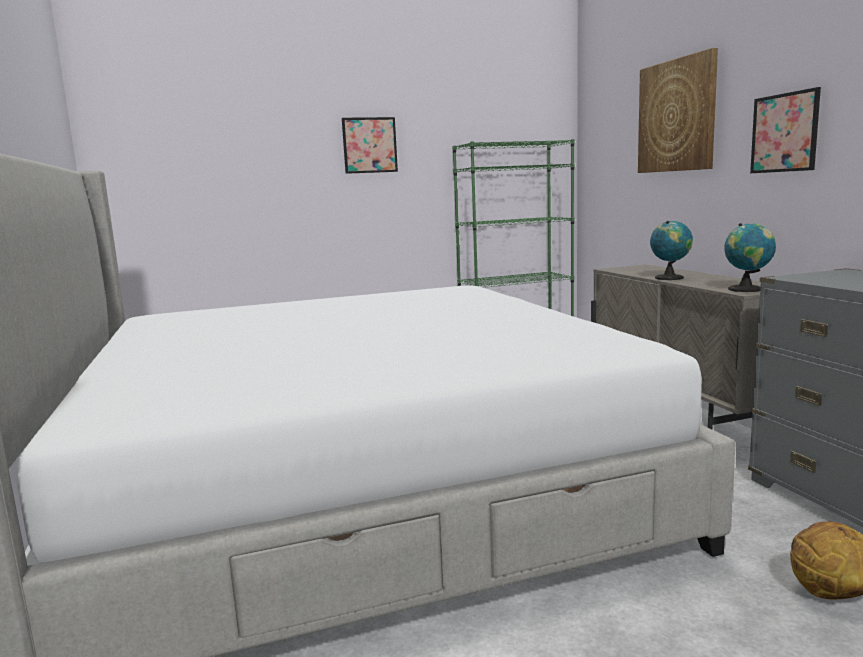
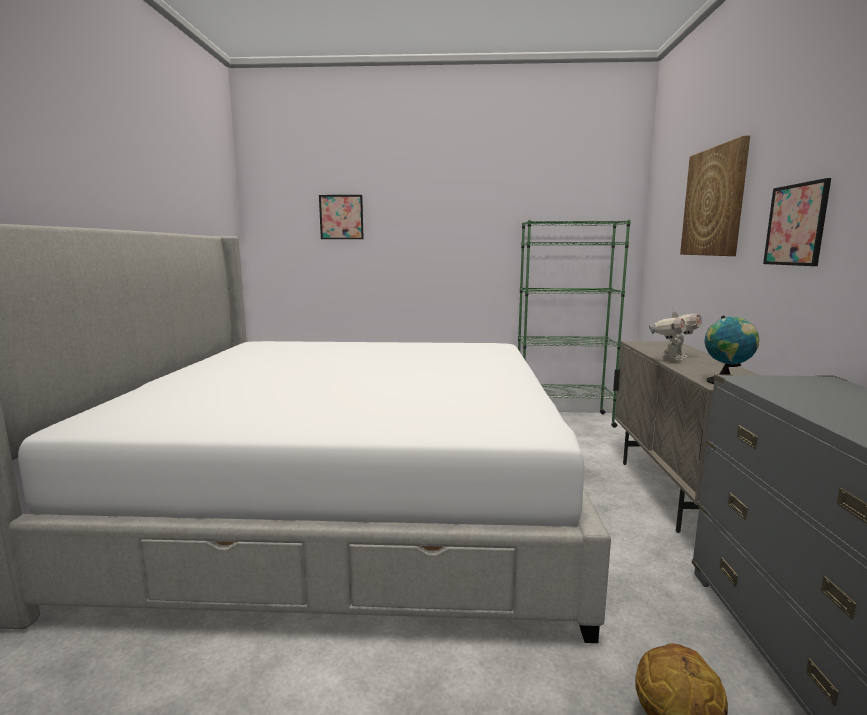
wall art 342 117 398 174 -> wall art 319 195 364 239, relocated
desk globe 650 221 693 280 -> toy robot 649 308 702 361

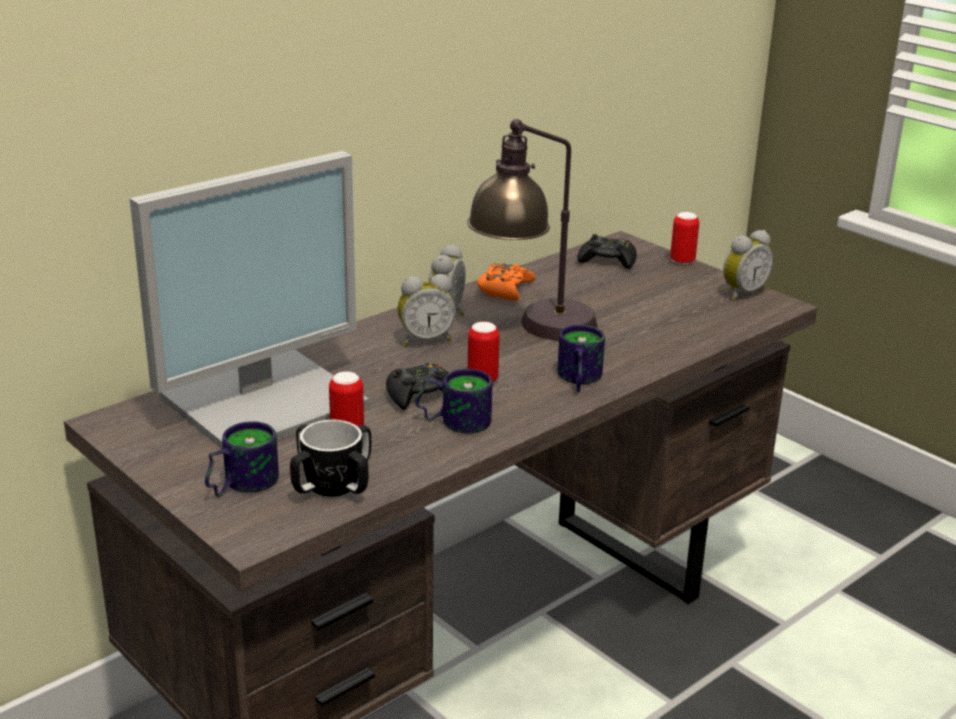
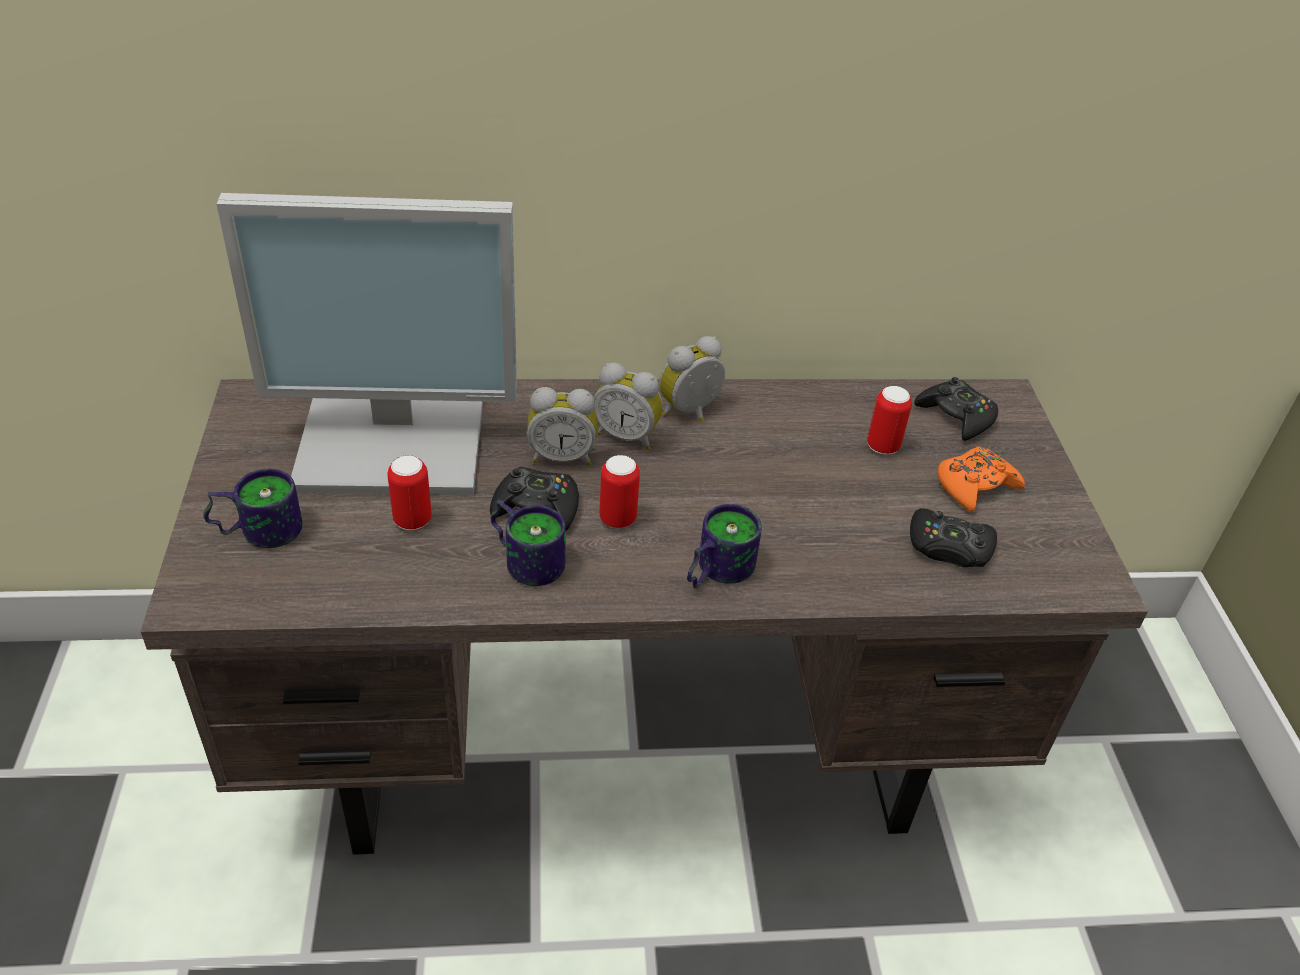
mug 290 420 371 497 -> none
tabletop lamp 467 119 597 340 -> none
game controller (orange) 477 263 535 301 -> game controller (orange) 938 446 1025 512, relocated
sealed can 670 212 699 265 -> sealed can 867 386 912 455, relocated
table clock 723 230 773 301 -> table clock 527 387 597 466, relocated
none -> game controller (black) 910 508 997 567

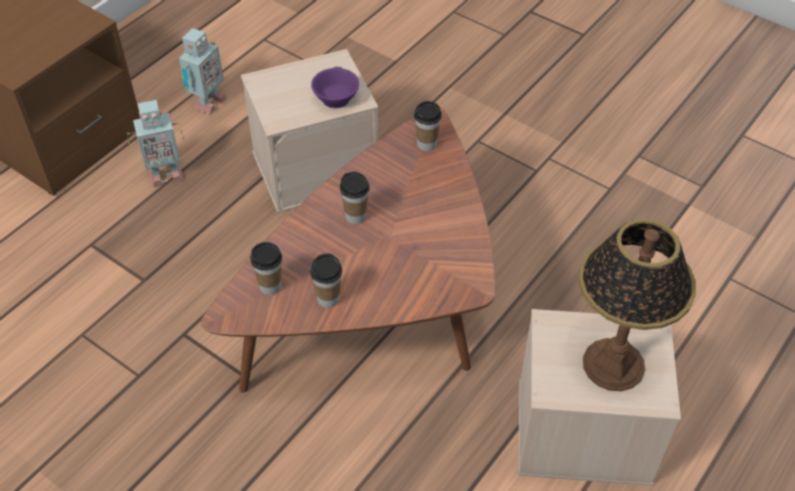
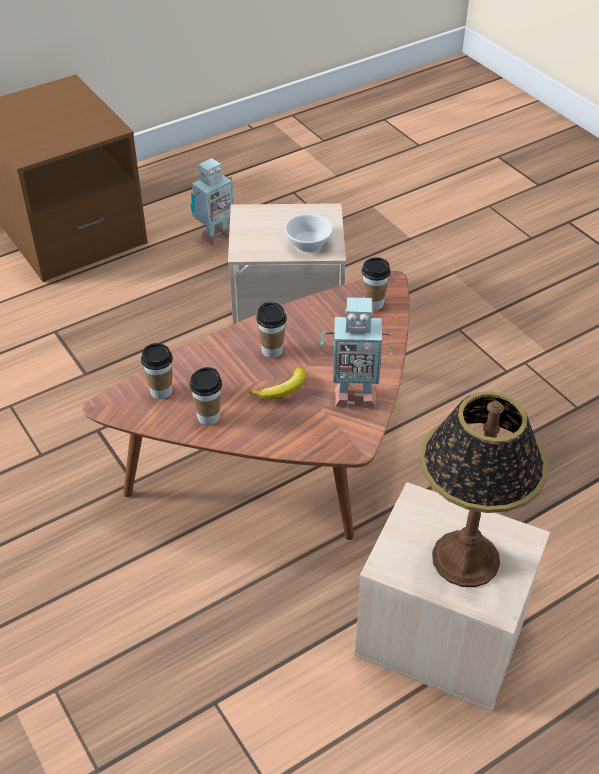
toy robot 126 100 184 187 -> toy robot 320 297 392 408, relocated
cup (purple-coloured) 311 67 359 108 -> cup (white-coloured) 285 214 333 253
none -> banana fruit 249 368 306 400

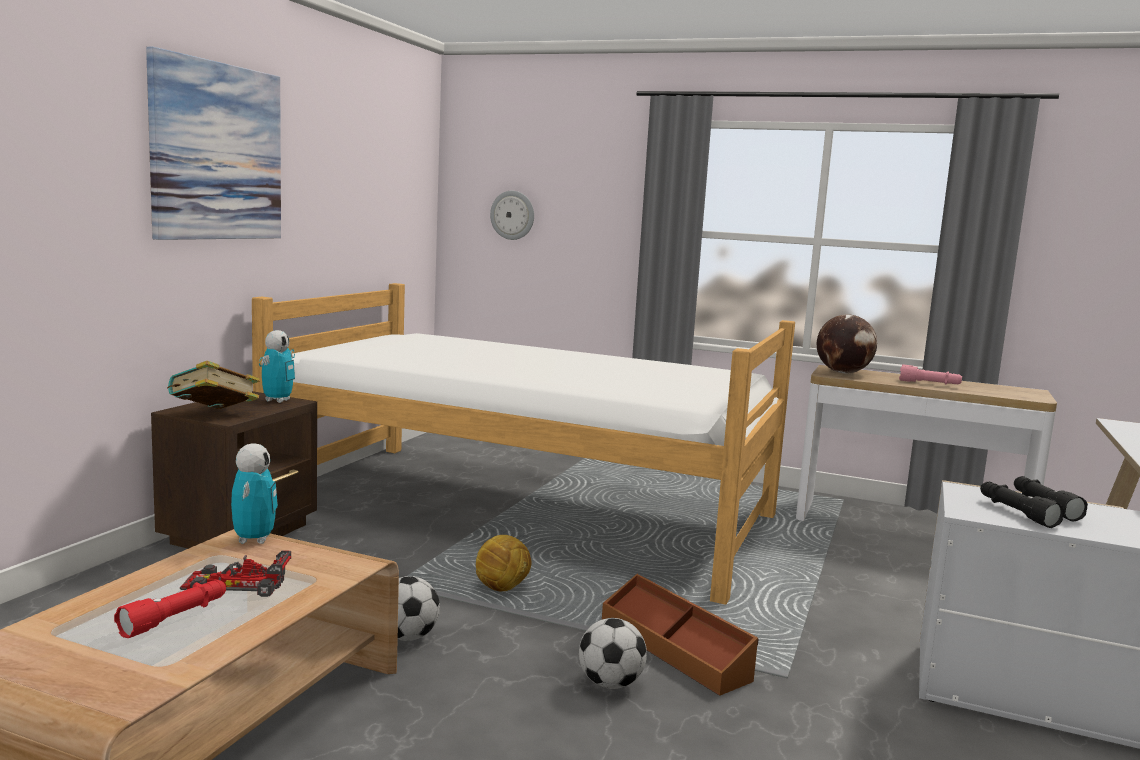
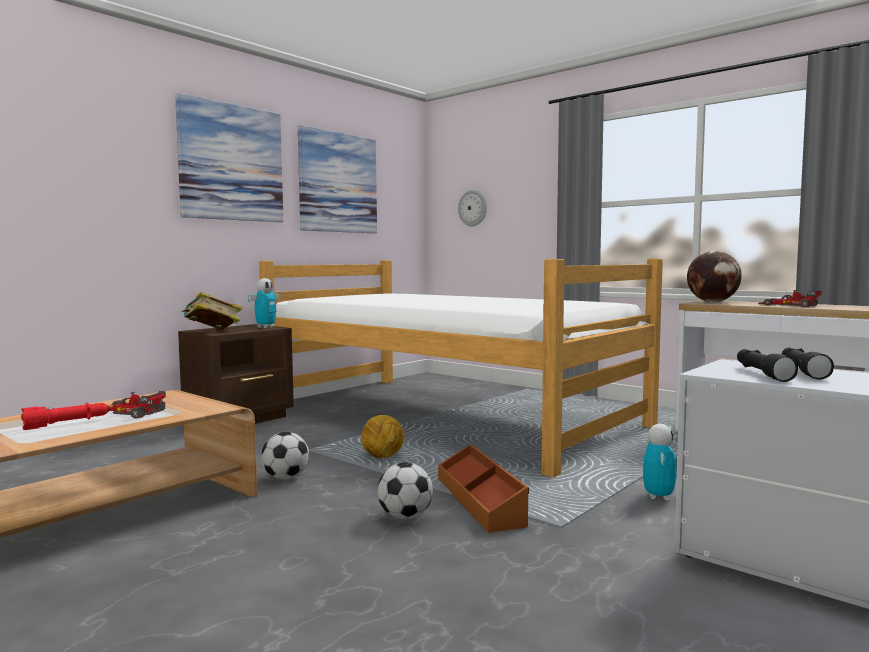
toy robot 231 443 278 544 -> toy robot 643 424 677 500, relocated
hand torch (pink) 899 364 962 385 -> model car 758 290 822 307
none -> wall art 298 125 377 233

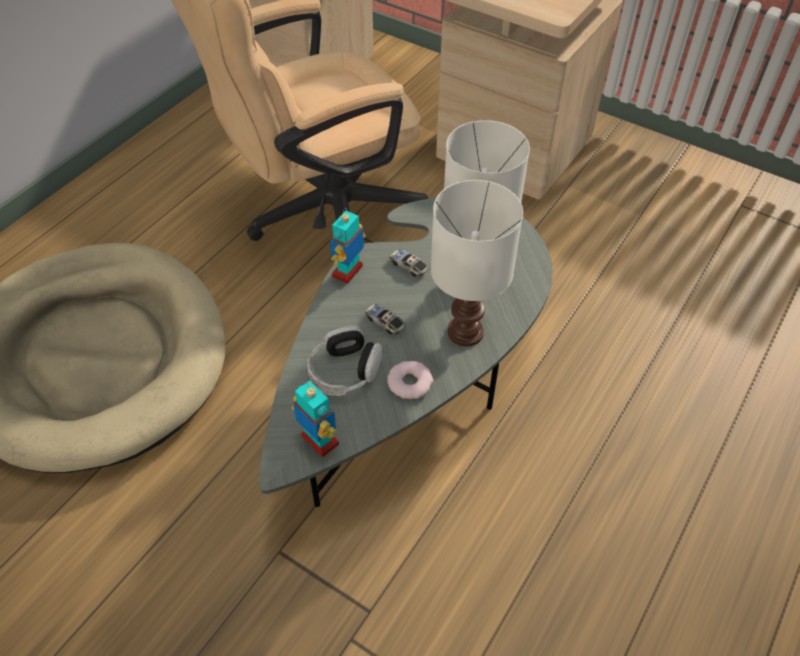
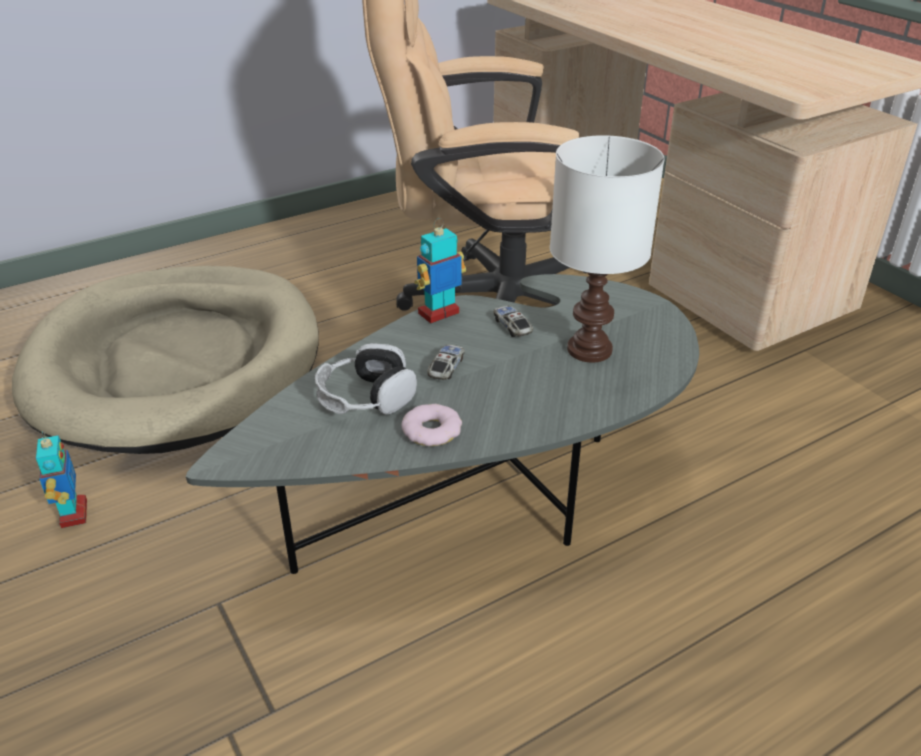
toy robot 292 381 339 457 -> toy robot 36 431 87 528, relocated
model car 365 304 406 334 -> model car 427 345 465 380, 45 degrees clockwise
tabletop lamp (white-coloured) 431 180 523 346 -> none

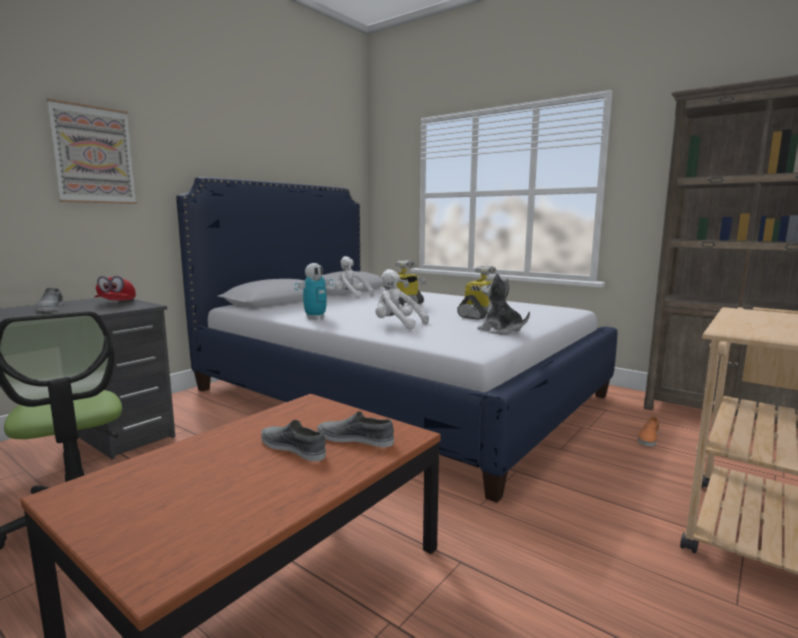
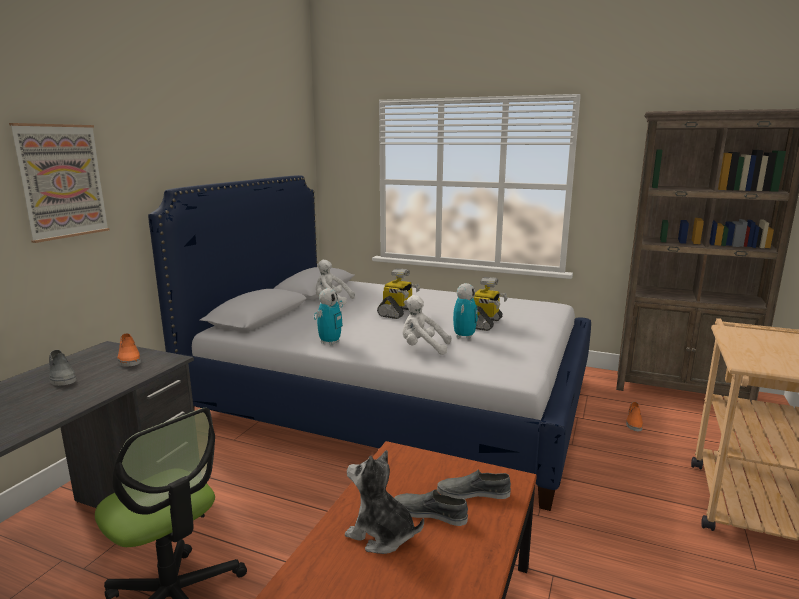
peaked cap (reddish) 94 276 136 300 -> low shoe (orange) 117 333 141 366
cuddly toy 477 273 530 334 -> cuddly toy 345 450 424 554, relocated
none -> toy robot 453 283 478 340

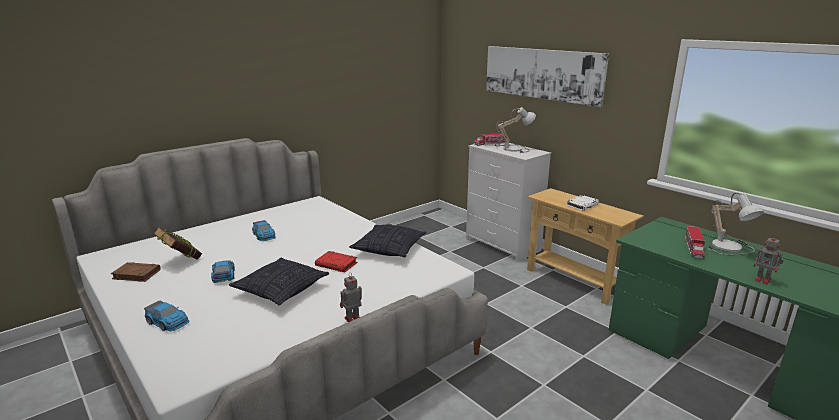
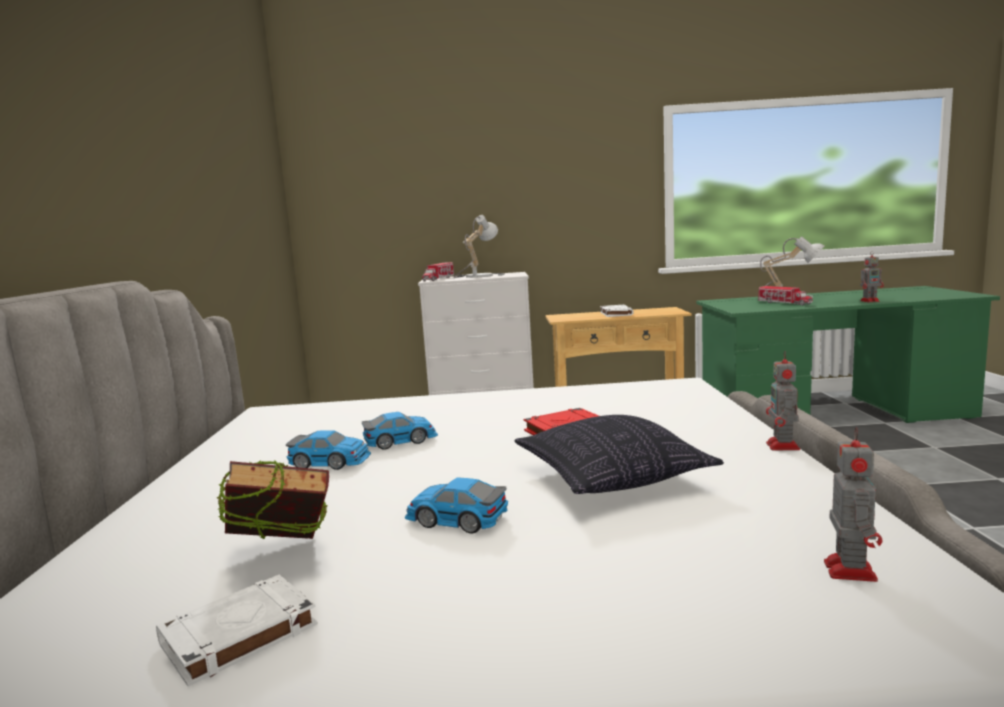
book (brown) 111 262 161 282 -> book (white-coloured) 156 575 318 687
model car 144 301 190 332 -> model car 362 412 438 450, relocated
pillow 349 225 426 257 -> none
wall art 486 46 609 107 -> none
none -> toy robot 824 427 882 582

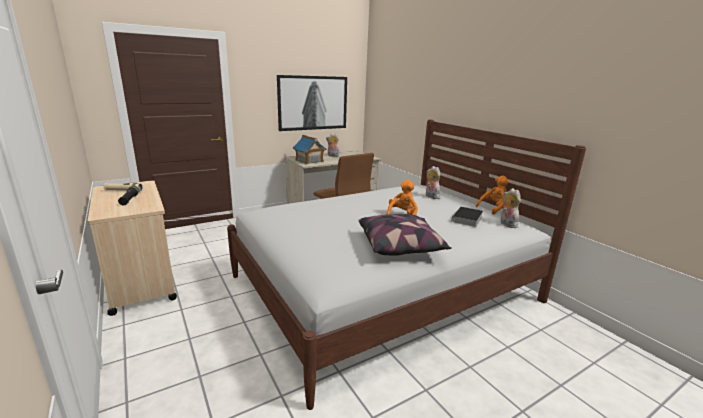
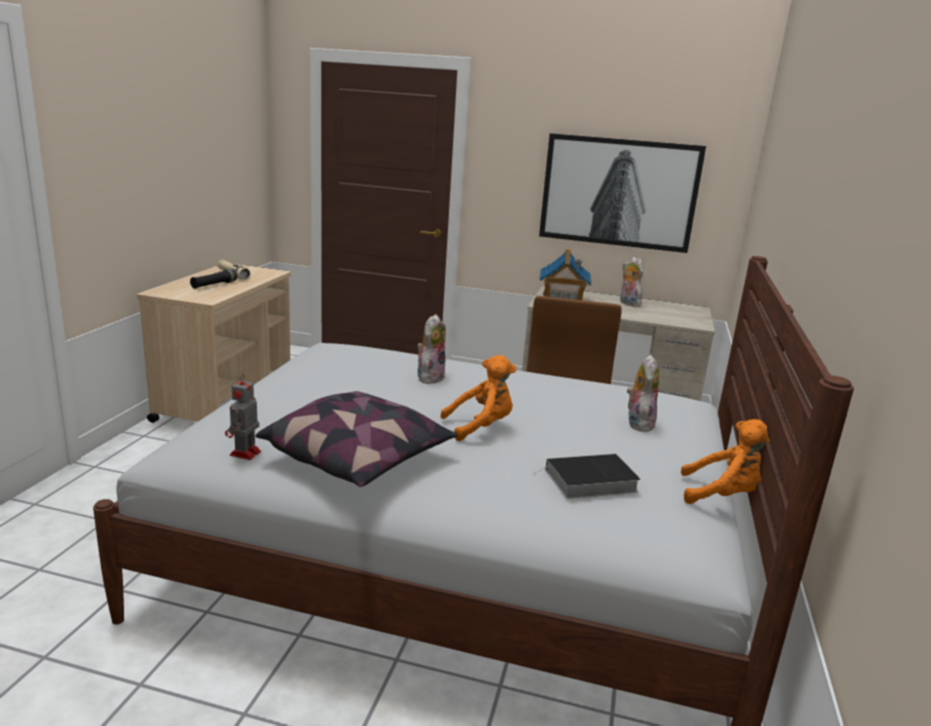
cuddly toy 501 188 521 228 -> cuddly toy 417 314 446 384, relocated
none -> toy robot 225 374 261 460

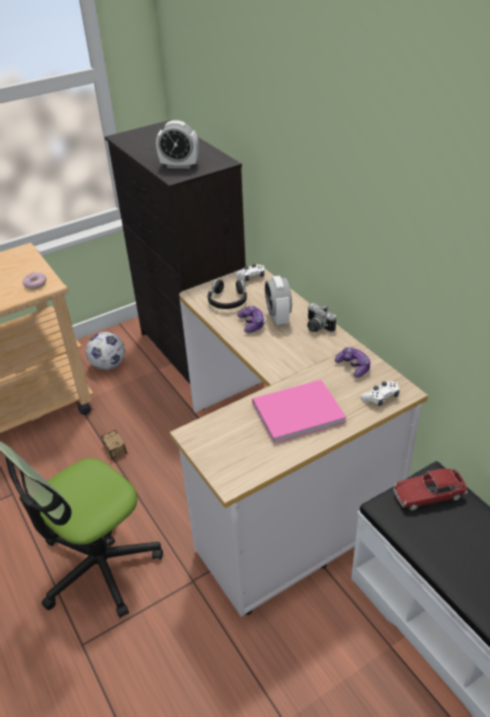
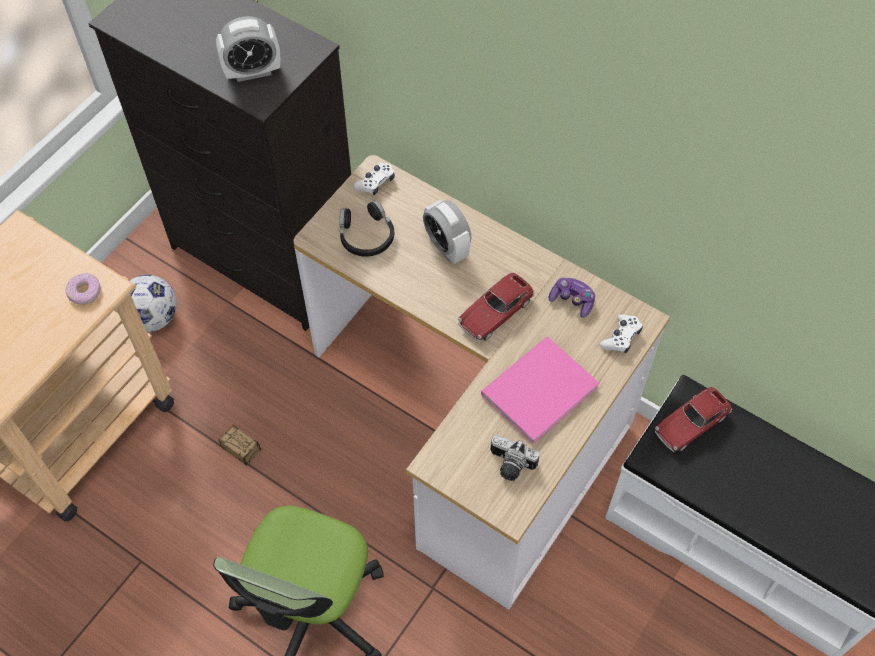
game controller 237 306 265 333 -> none
photo camera 307 303 336 332 -> photo camera 490 434 539 481, relocated
none -> model car 458 273 535 341

